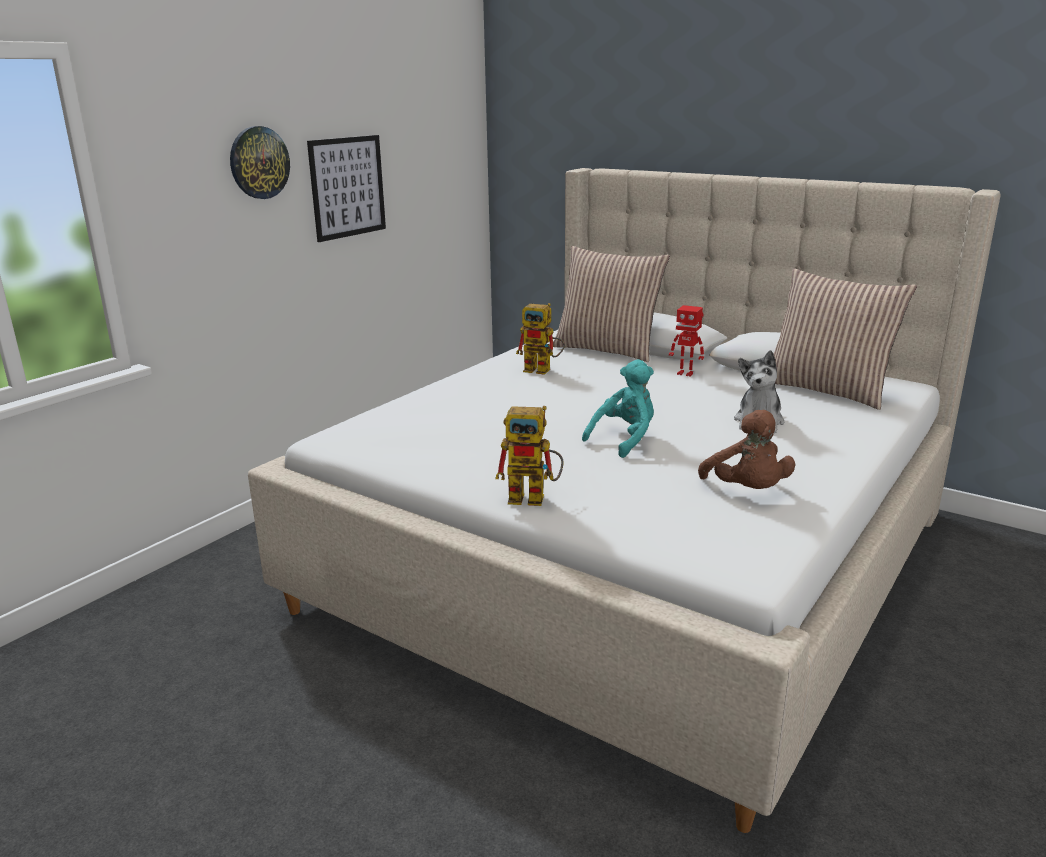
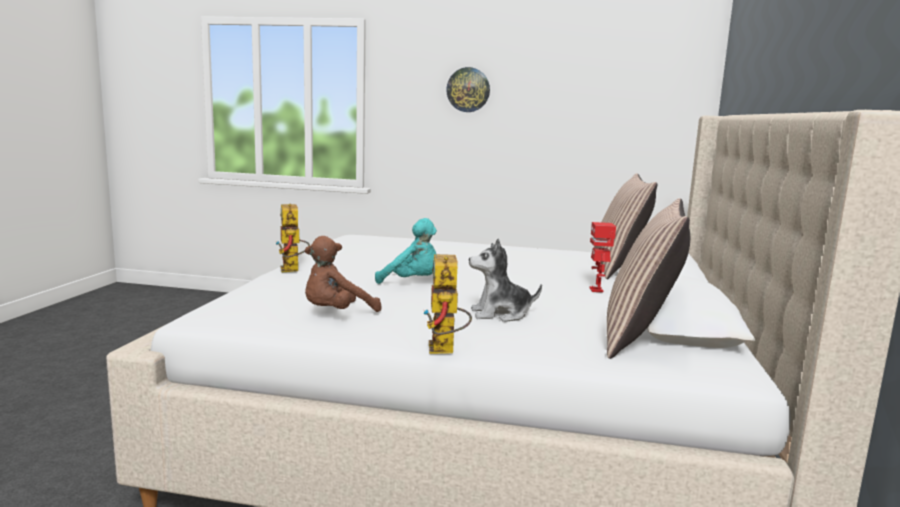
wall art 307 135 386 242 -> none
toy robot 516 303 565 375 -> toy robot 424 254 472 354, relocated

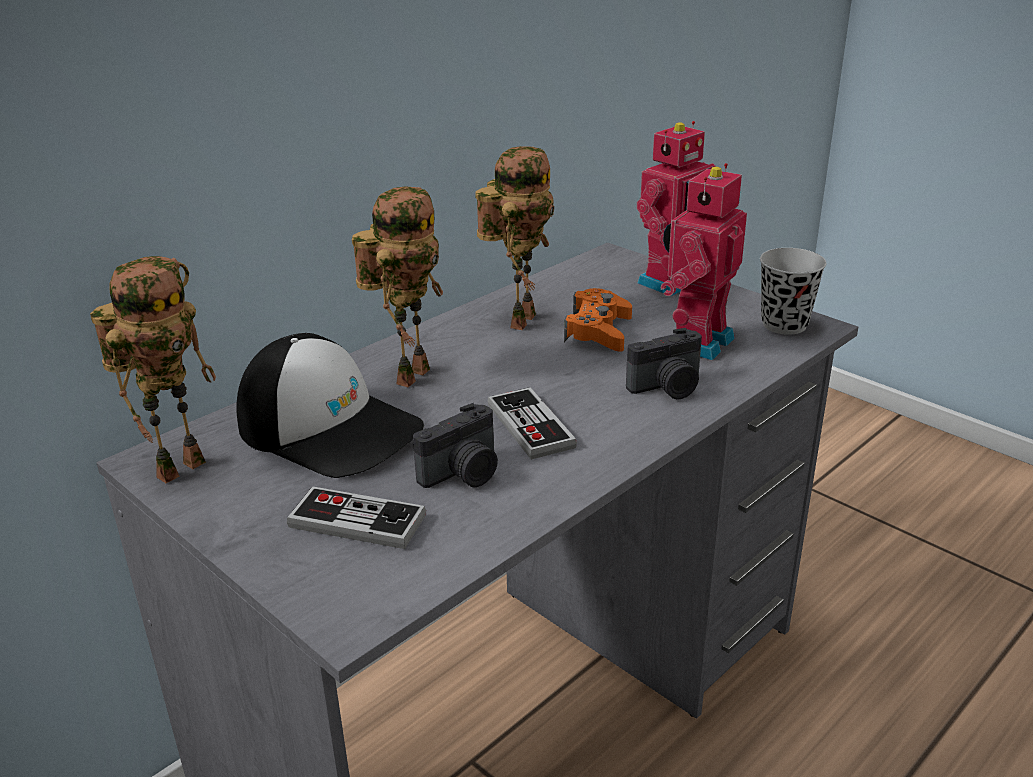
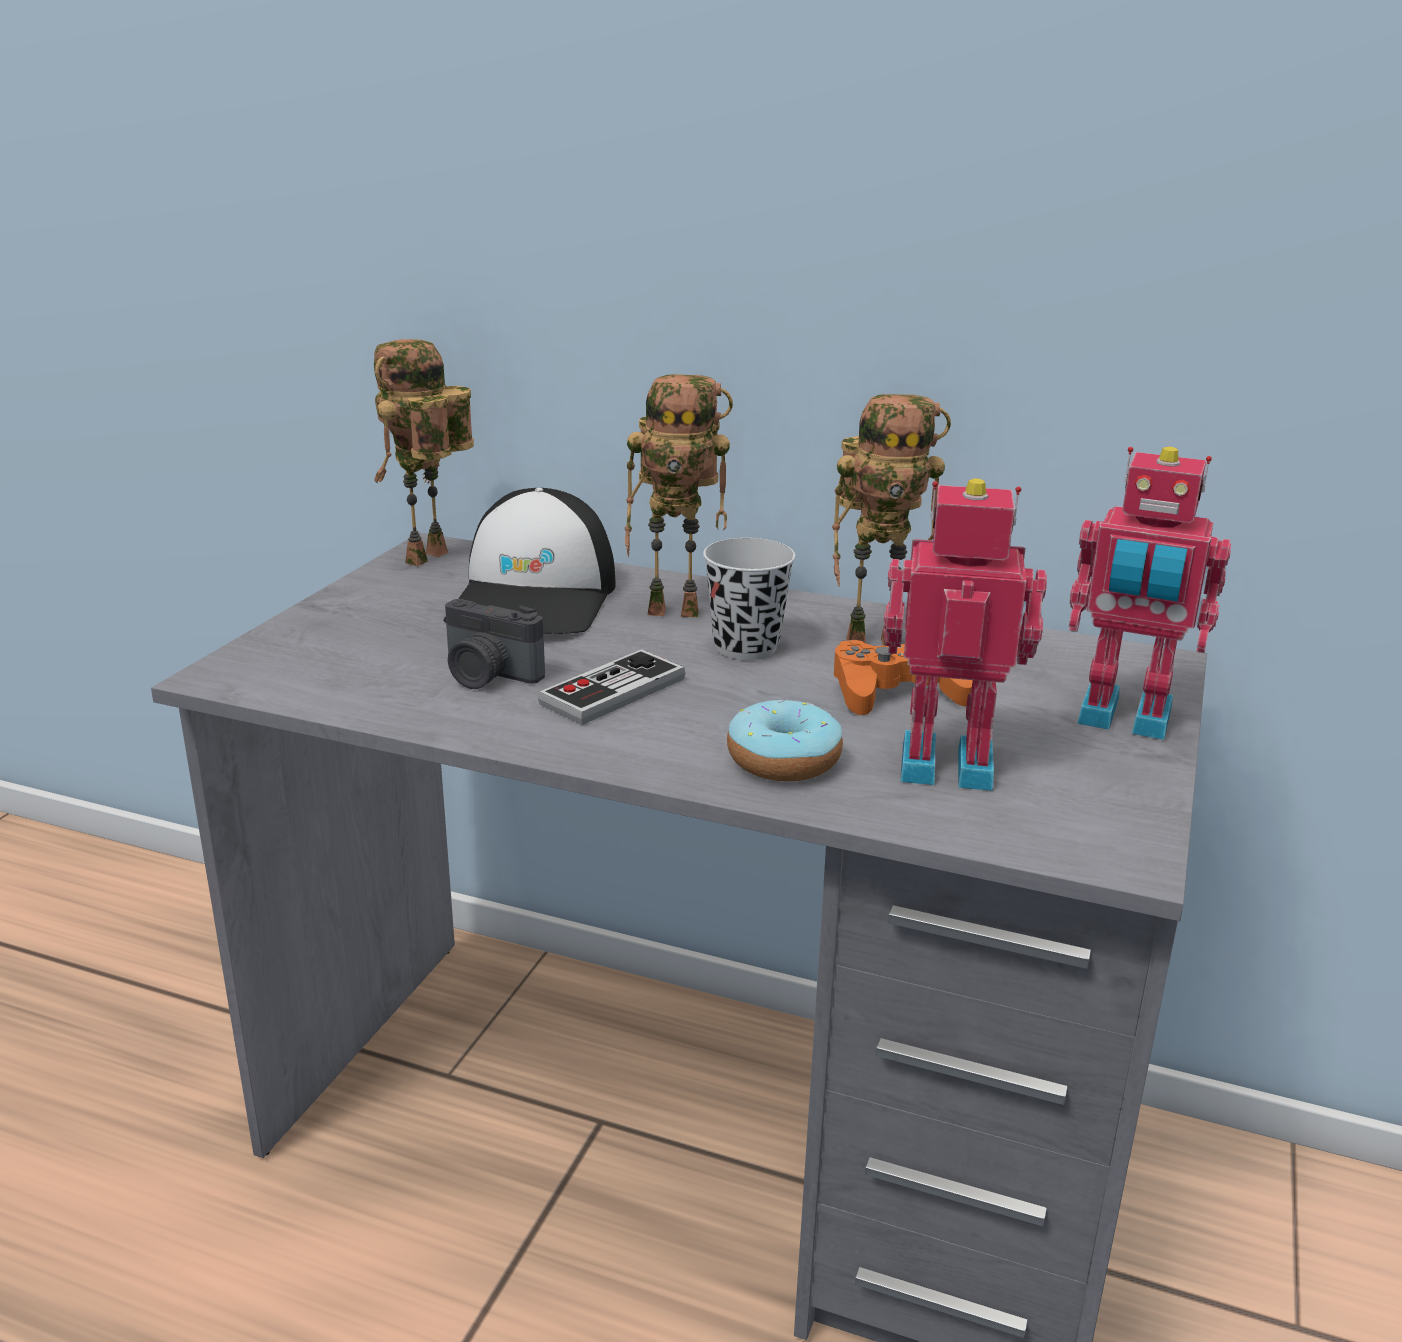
toy robot 90 256 216 483 -> toy robot 374 339 474 566, 105 degrees clockwise
game controller 287 486 426 549 -> none
photo camera 626 328 702 399 -> ring doughnut 727 700 843 781
cup (black) 760 248 827 335 -> cup (black) 703 538 795 660, relocated

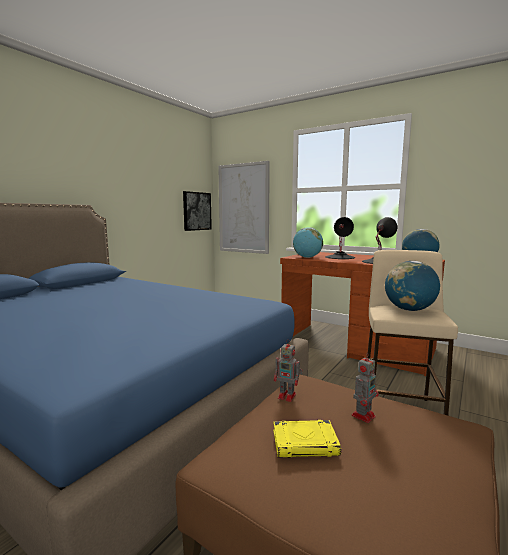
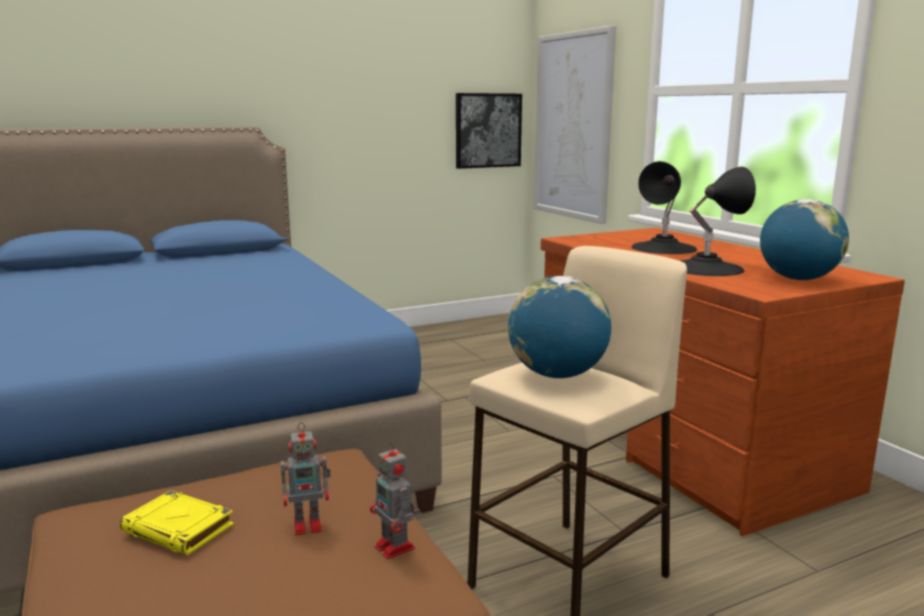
toy robot 274 339 303 402 -> toy robot 370 441 415 559, relocated
desk globe 293 227 323 258 -> none

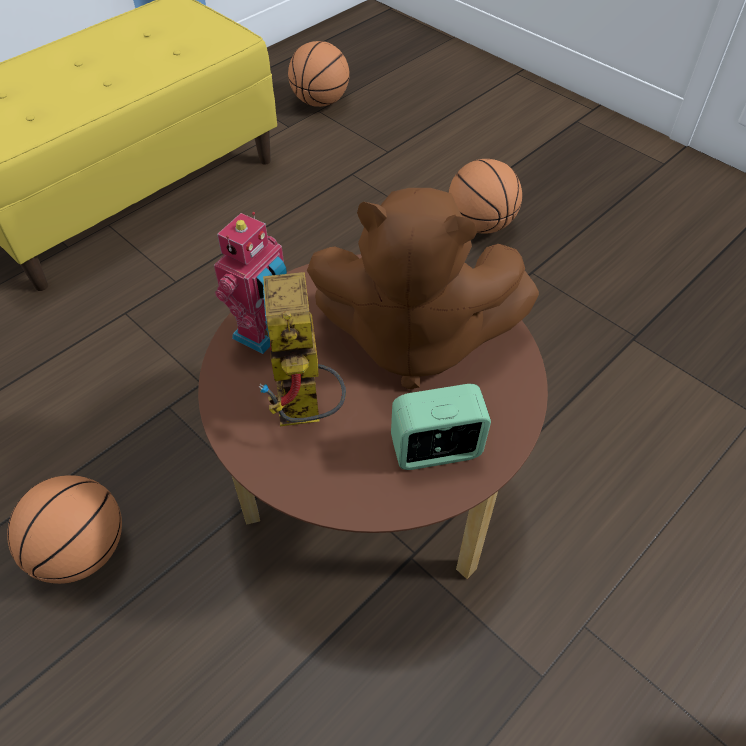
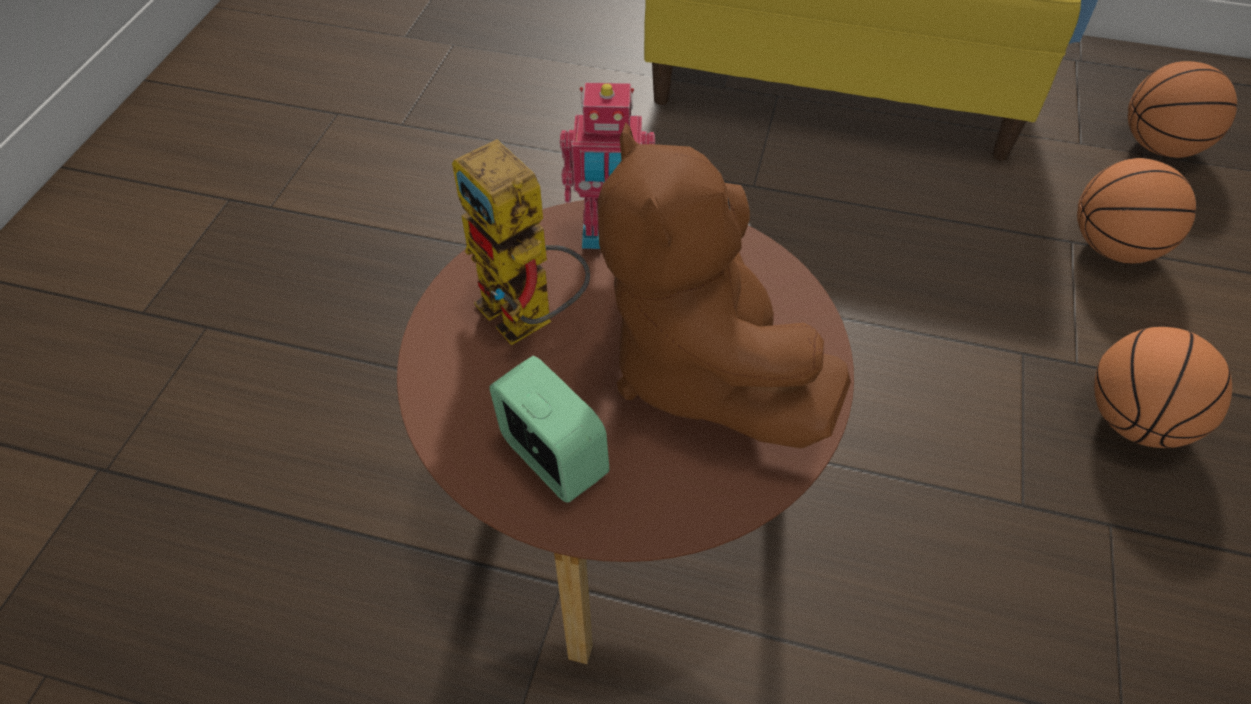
basketball 7 475 122 584 -> basketball 1077 158 1196 264, relocated
toy robot 259 272 346 426 -> toy robot 452 139 590 346, 90 degrees counterclockwise

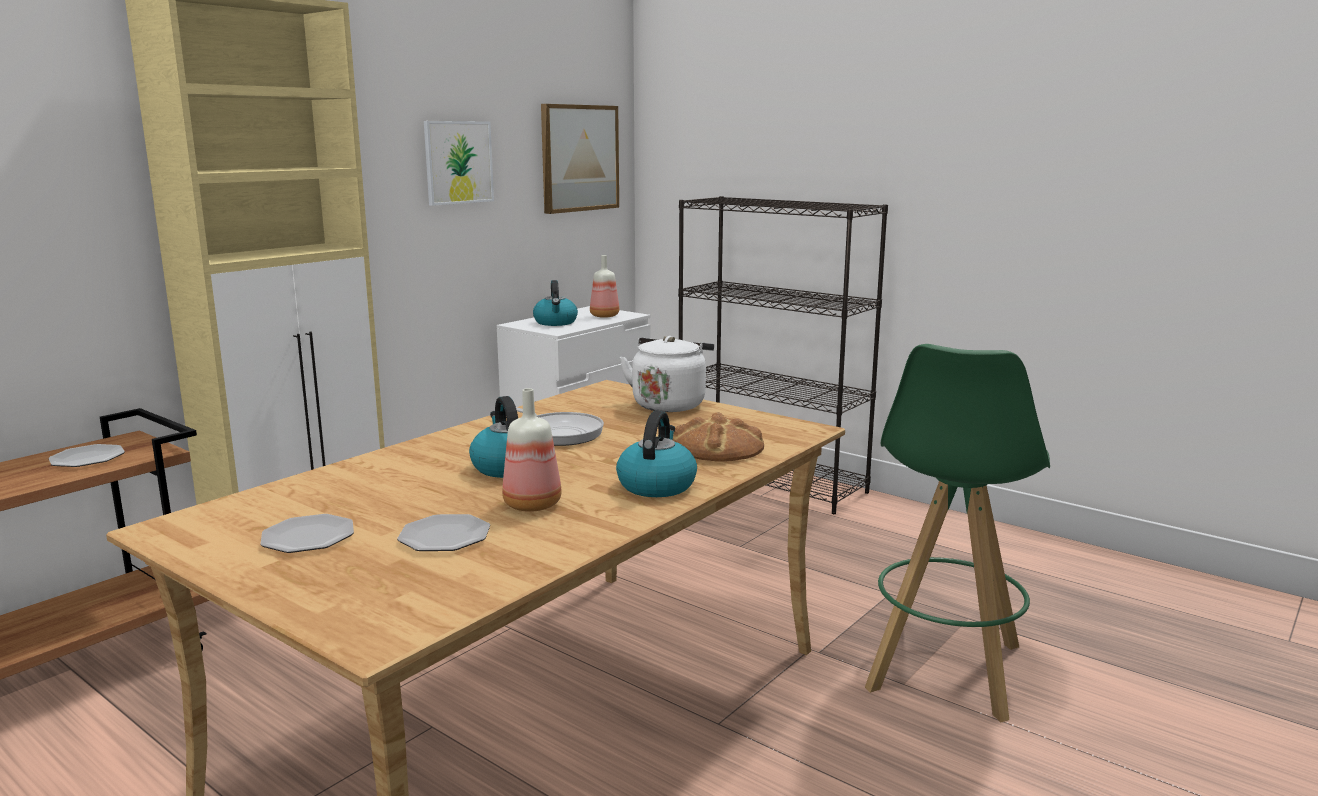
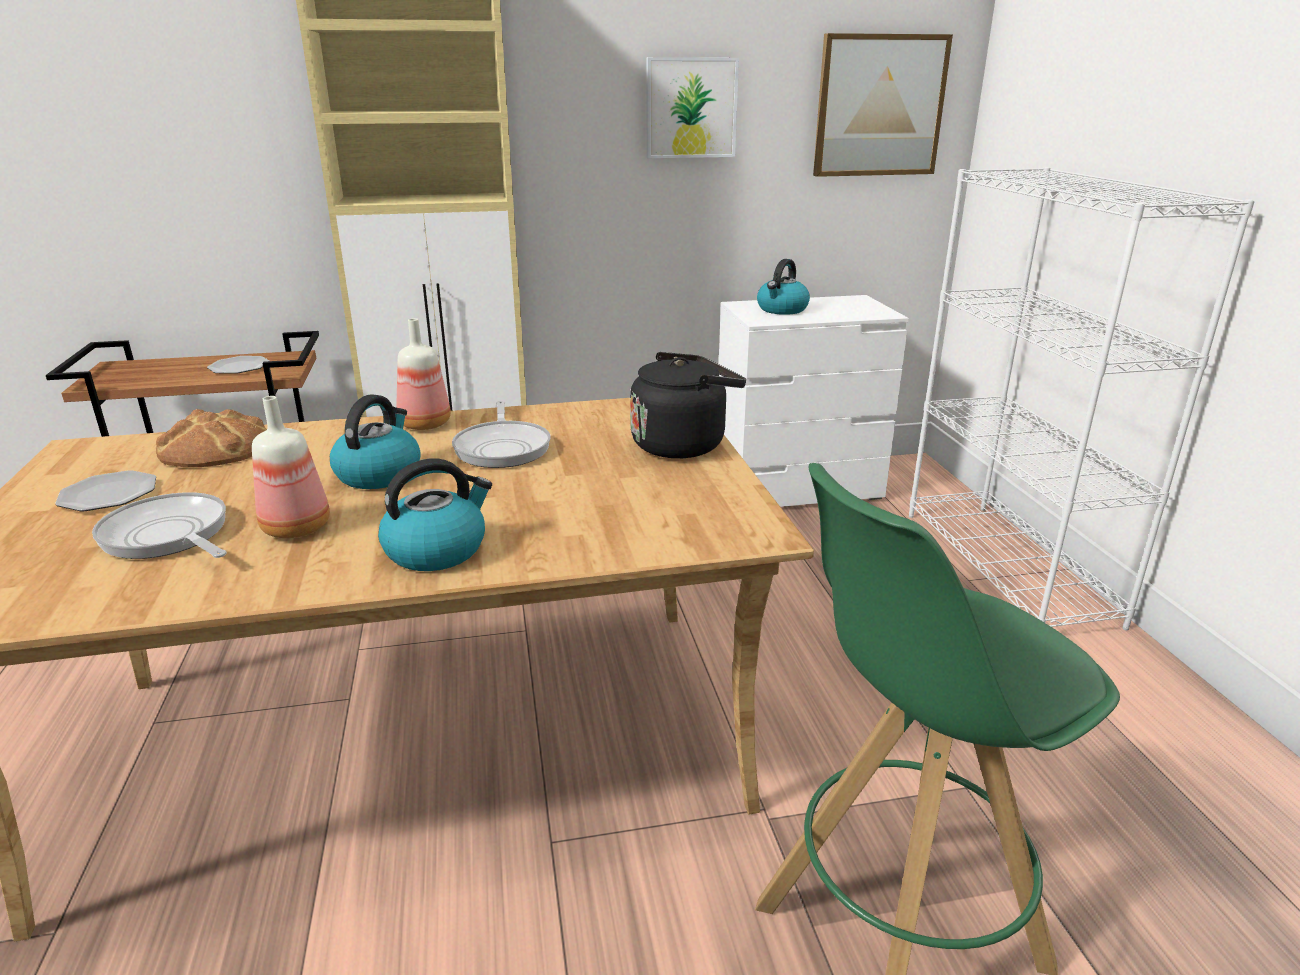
flat dish 397 514 490 551 -> frying pan 92 492 227 559
bottle 590 255 619 318 -> bottle 396 318 451 430, relocated
water kettle (white-coloured) 620 336 714 412 -> water kettle (black) 630 352 746 458
baked bread 673 412 764 461 -> baked bread 156 409 267 467, relocated
bookcase (black) 678 196 888 514 -> bookcase (white-coloured) 909 167 1255 630

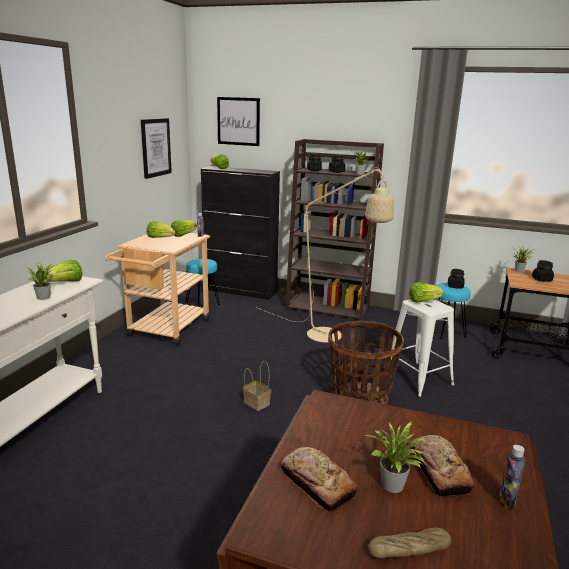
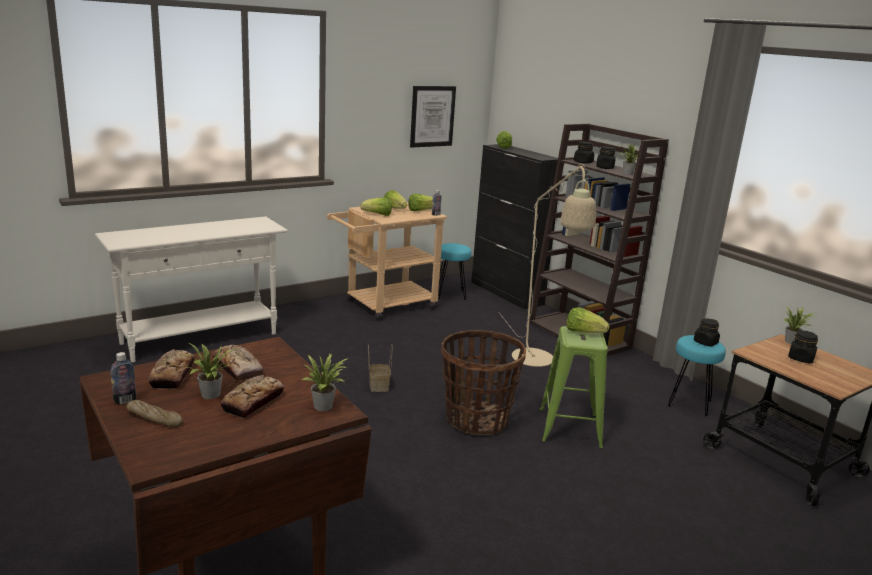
plant in a pot 25 261 58 300 -> plant in a pot 302 353 348 411, relocated
head of lettuce 44 260 82 282 -> head of lettuce 360 197 392 216, relocated
wall art 217 97 260 146 -> none
stool (white-coloured) 391 299 455 398 -> stool (green-coloured) 539 326 608 449
bottle 499 445 525 510 -> bottle 110 352 137 404, relocated
none -> baked bread 212 344 263 381

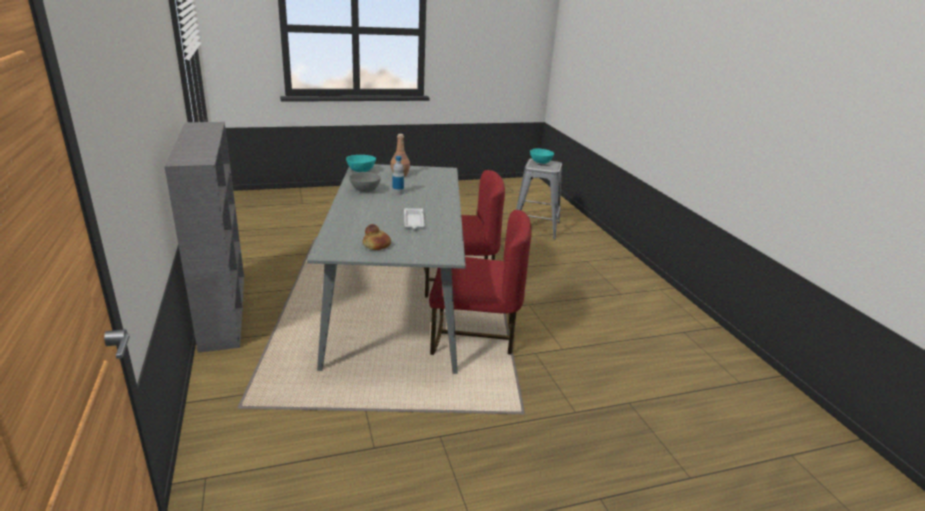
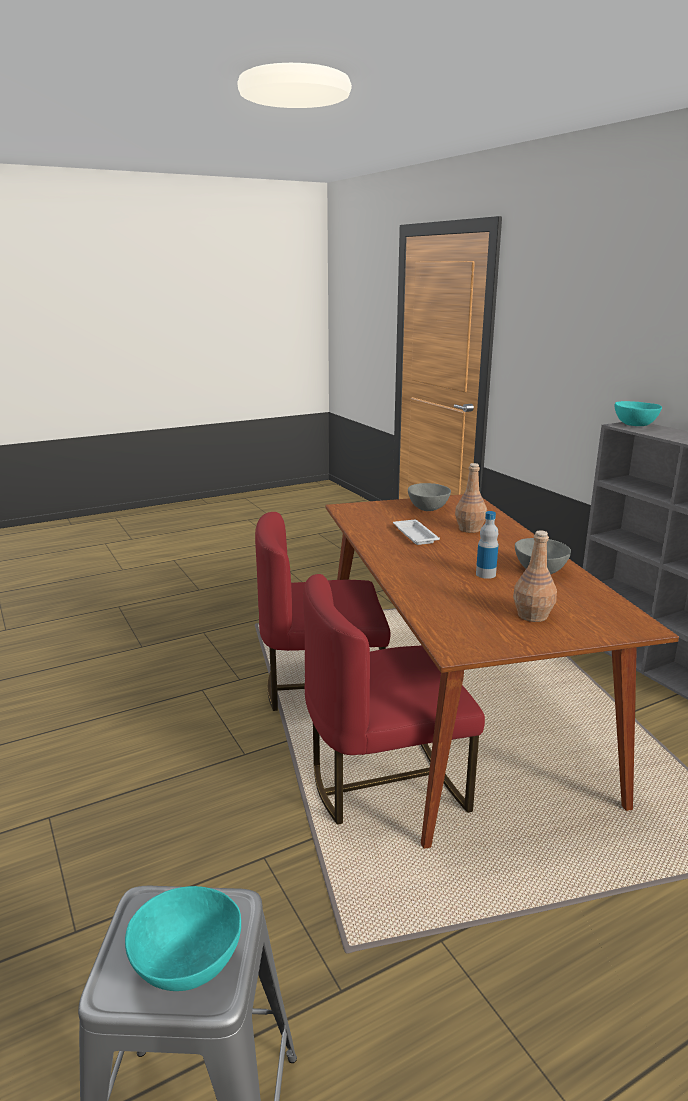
kitchen table (greyish) 307 164 466 374 -> kitchen table (brown) 325 494 679 849
serving bowl (turquoise) 346 155 376 172 -> serving bowl (turquoise) 615 401 662 426, relocated
baked bread 363 224 391 250 -> serving bowl (greyish) 408 483 451 511
none -> bottle (brown) 455 463 487 533

